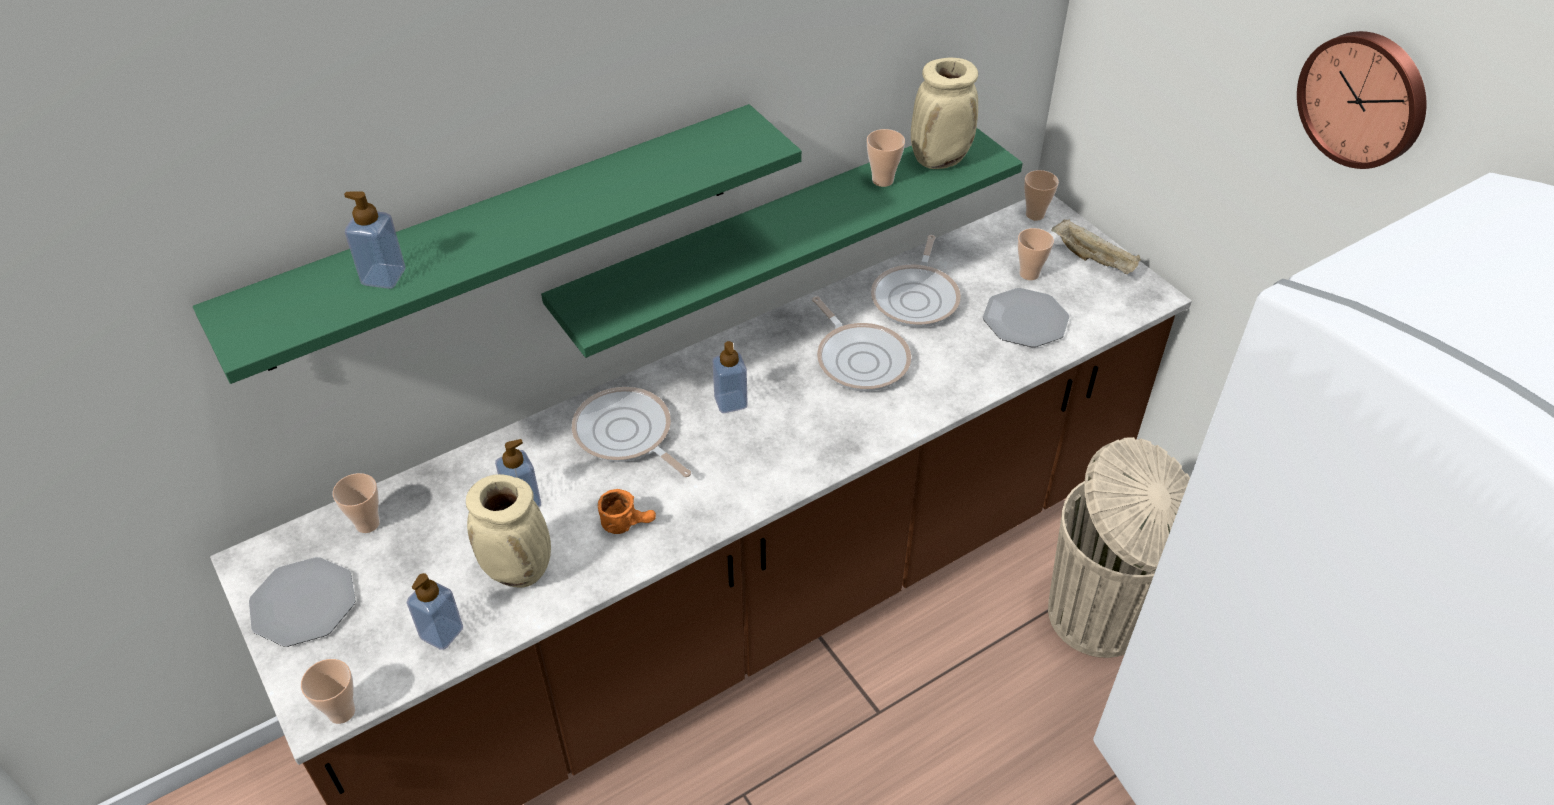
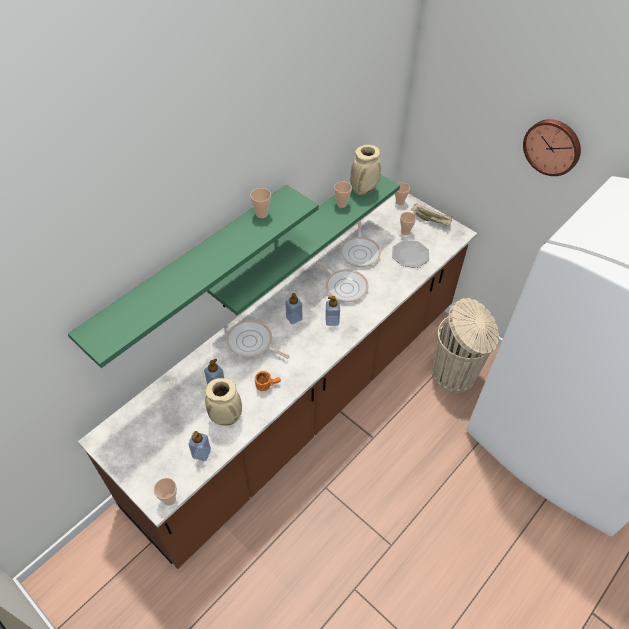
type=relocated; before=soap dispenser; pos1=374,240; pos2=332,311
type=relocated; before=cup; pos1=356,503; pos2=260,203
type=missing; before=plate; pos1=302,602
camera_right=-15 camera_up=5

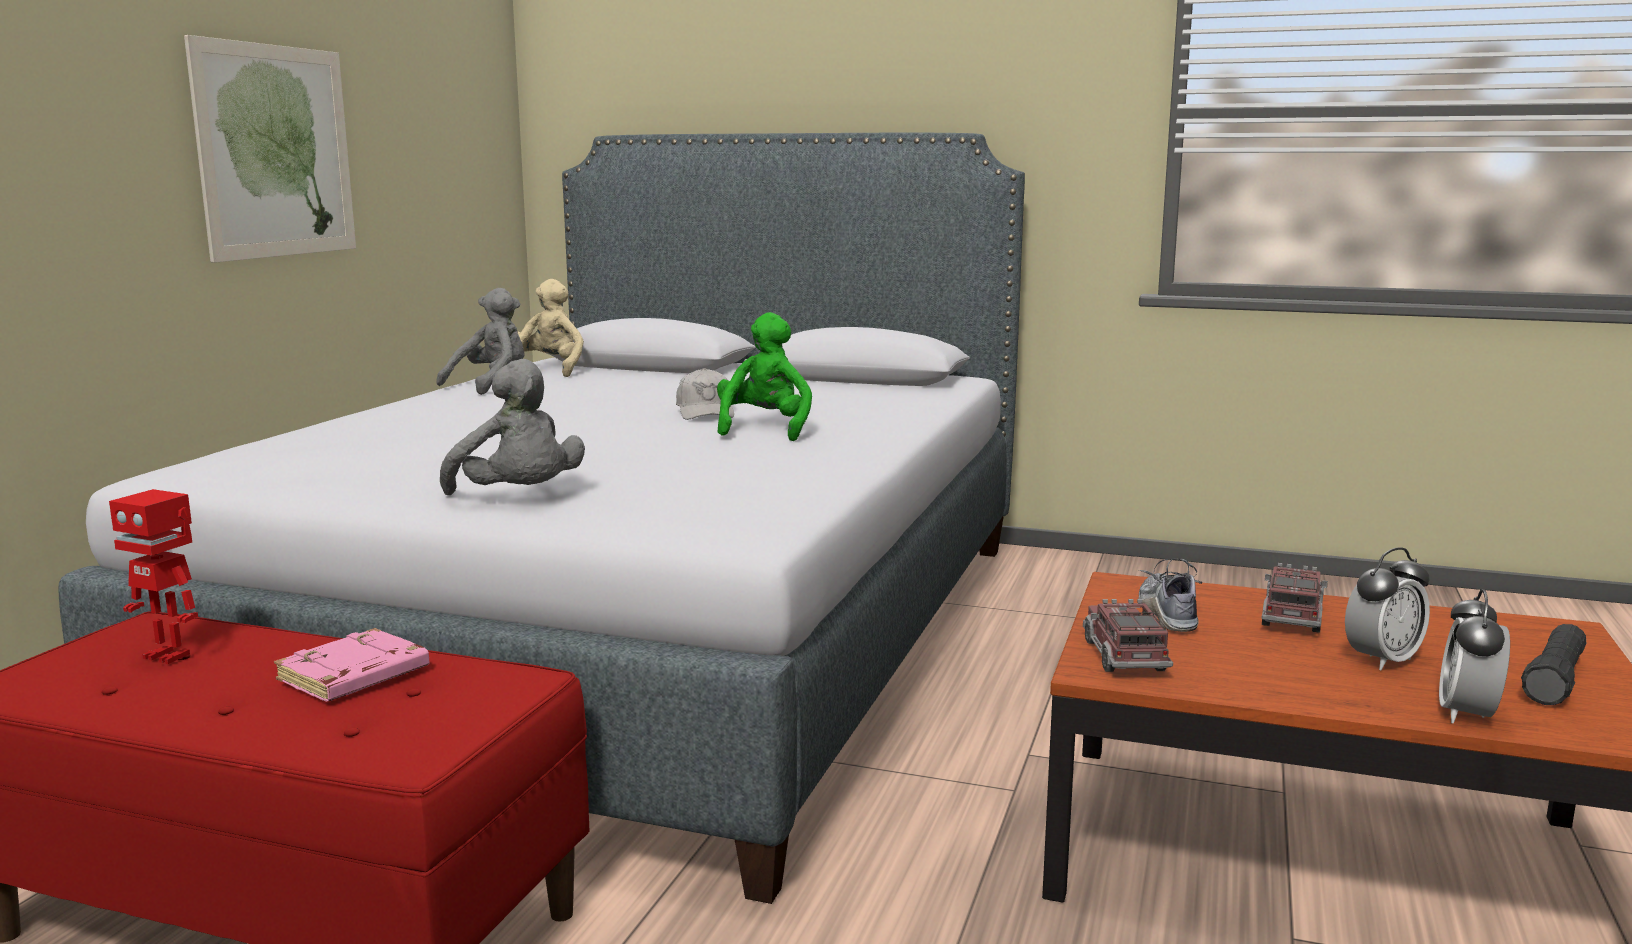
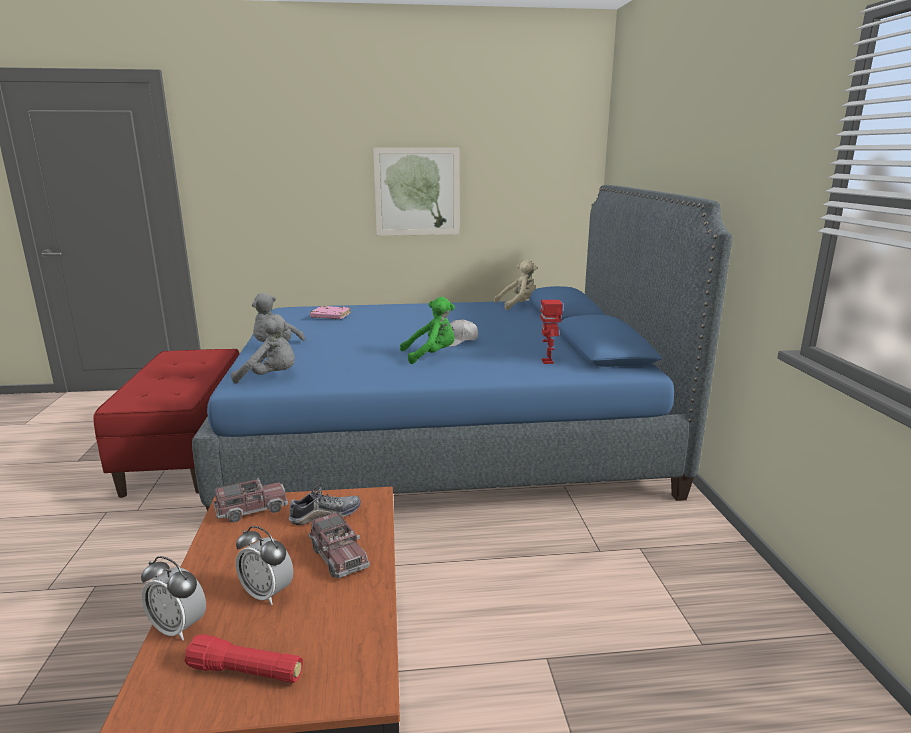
type=colour; before=grey bed; after=blue bed; pos1=541,518; pos2=462,348
type=relocated; before=grey plush toy; pos1=480,341; pos2=263,349
type=relocated; before=toy robot; pos1=153,576; pos2=551,332
type=spun; before=toy truck; pos1=1295,598; pos2=339,544; turn=60
type=spun; before=alarm clock; pos1=1474,656; pos2=173,598; turn=-150
type=colour; before=black flashlight; after=red flashlight; pos1=1554,664; pos2=244,658
type=relocated; before=pink book; pos1=352,665; pos2=330,312
camera_right=65 camera_up=5

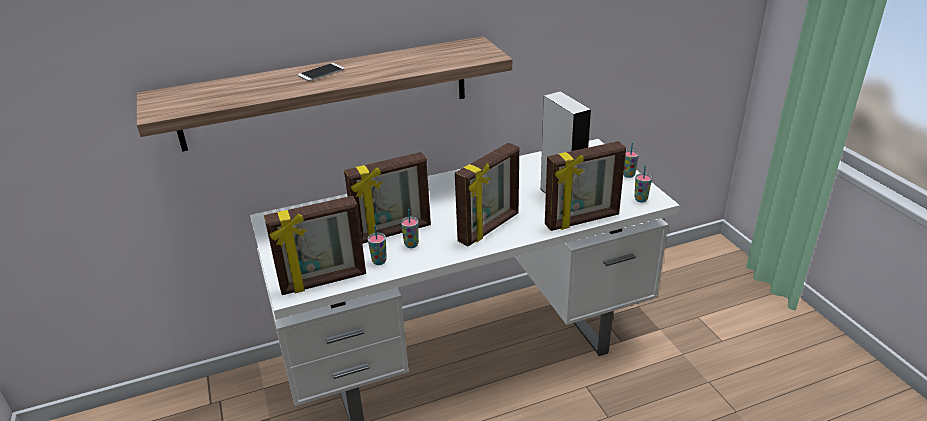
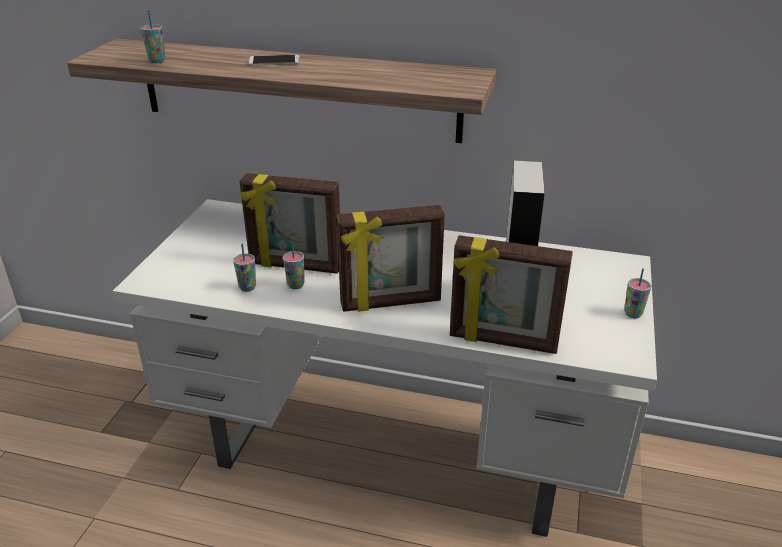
type=relocated; before=cup; pos1=643,184; pos2=153,36
type=missing; before=picture frame; pos1=315,245
camera_right=35 camera_up=0

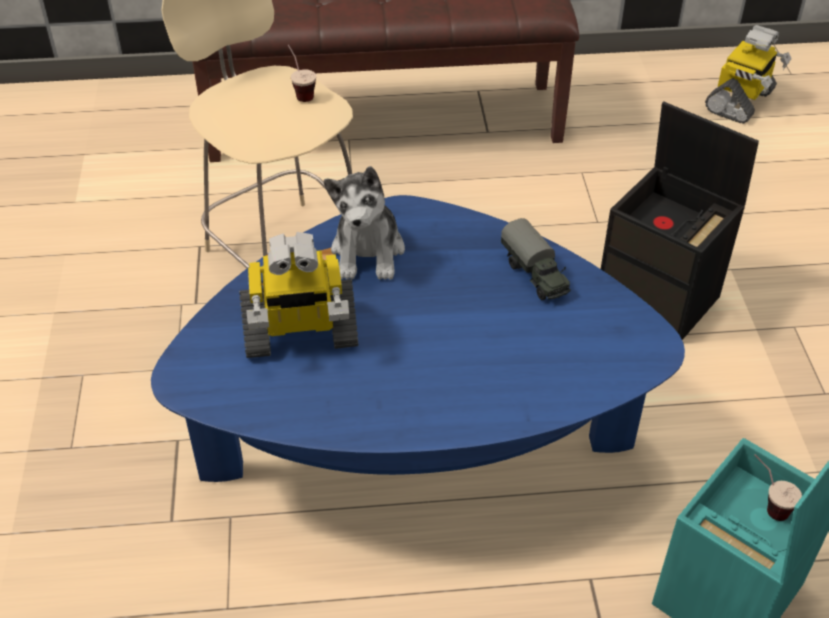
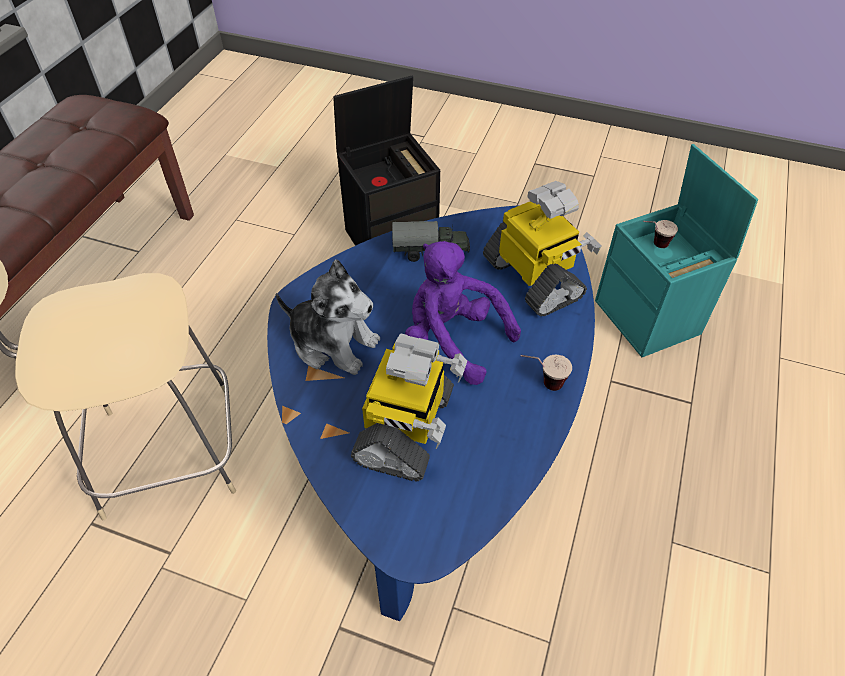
type=relocated; before=toy robot; pos1=748,74; pos2=542,248
type=relocated; before=cup; pos1=302,73; pos2=546,373
type=appeared; after=purple plush toy; pos2=463,313
camera_right=-65 camera_up=5

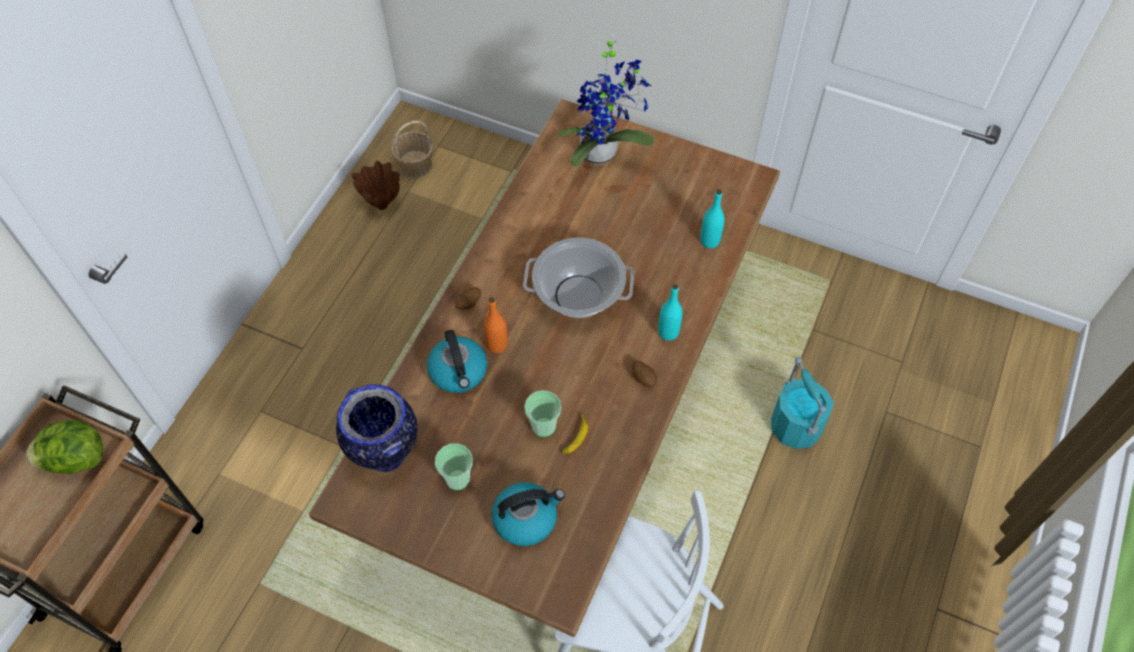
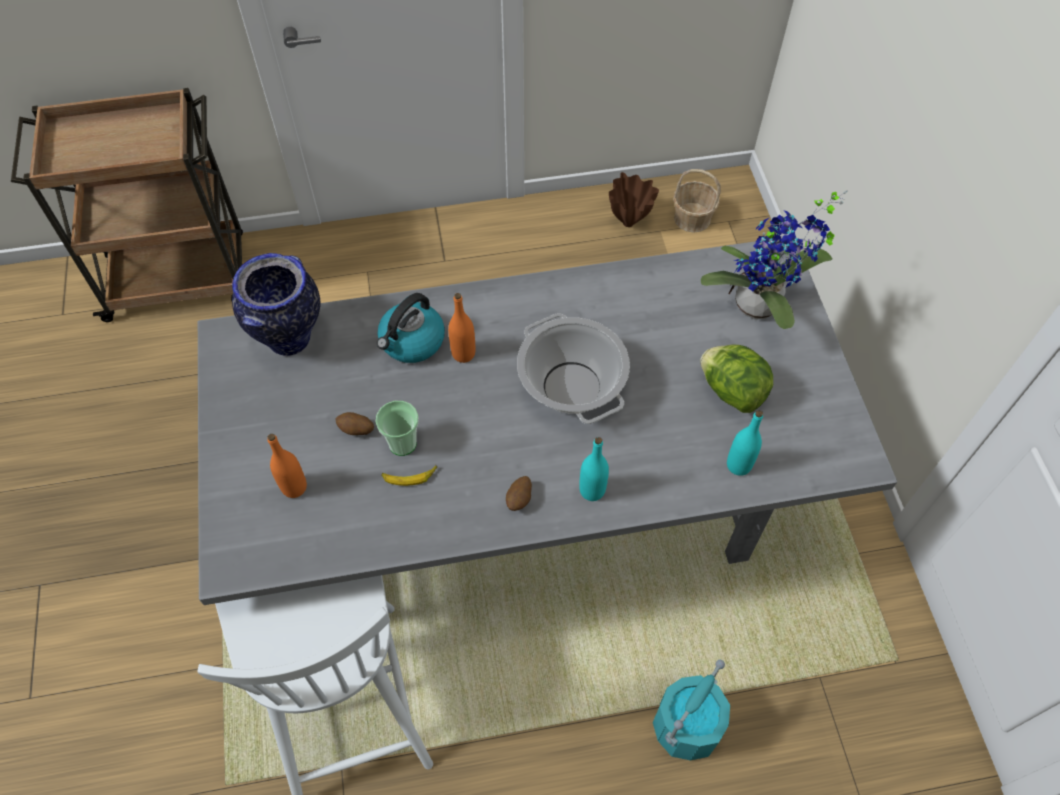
type=colour; before=brown dining table; after=grey dining table; pos1=544,368; pos2=547,421
type=relocated; before=potato; pos1=467,298; pos2=355,423
type=relocated; before=lettuce; pos1=64,447; pos2=736,378
type=missing; before=cup; pos1=454,466
type=exchanged; before=kettle; after=orange bottle; pos1=528,514; pos2=287,466
camera_right=55 camera_up=0

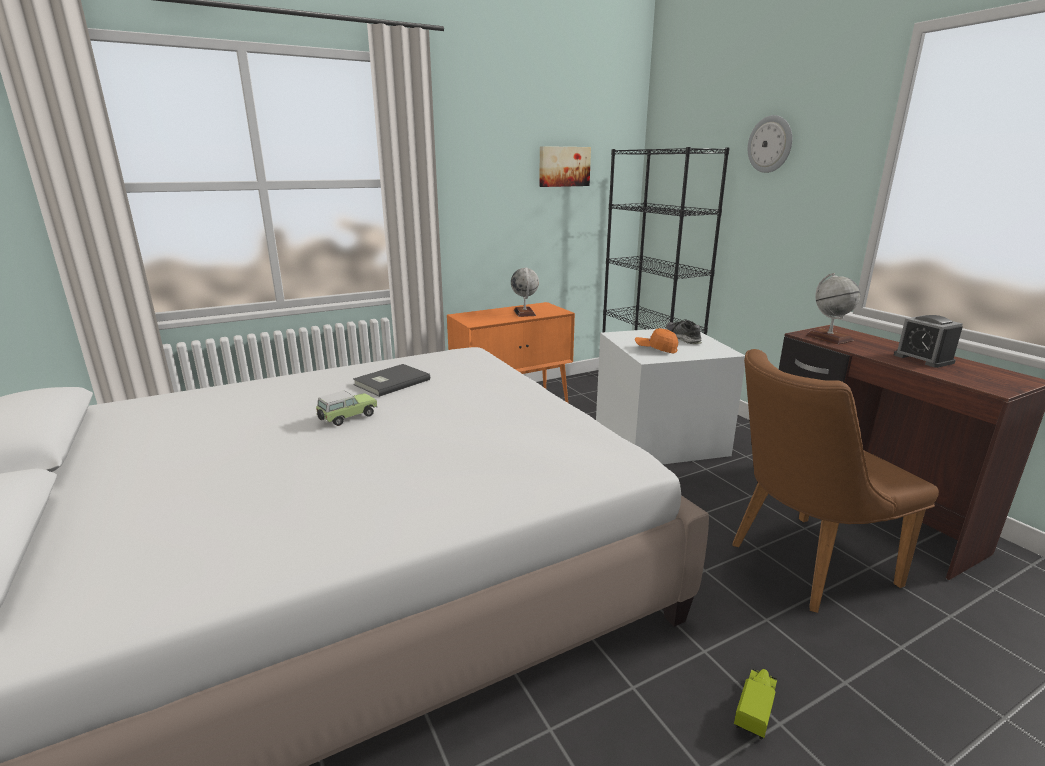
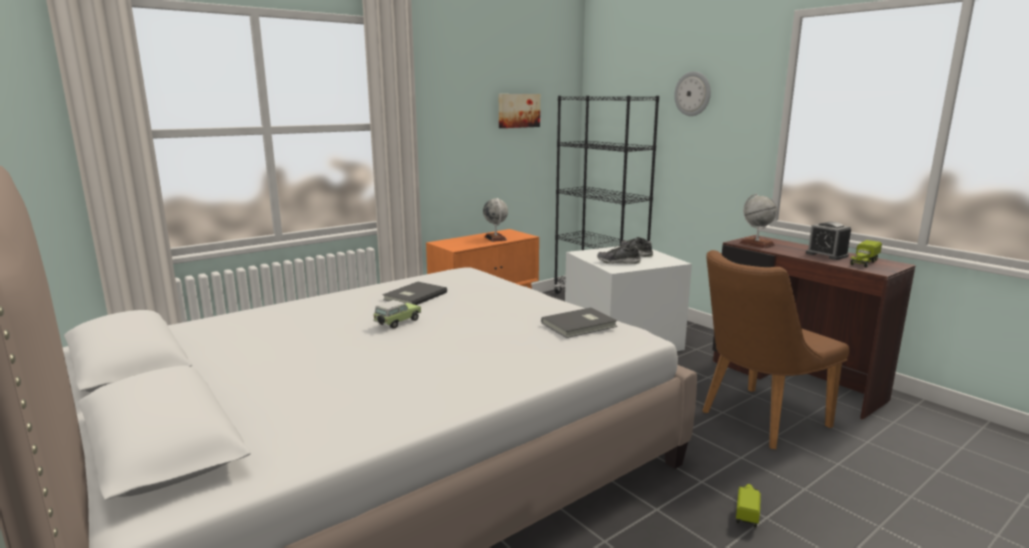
type=exchanged; before=orange cap; after=shoe; pos1=656,341; pos2=619,254
type=appeared; after=toy truck; pos2=866,253
type=appeared; after=grey book; pos2=579,323
camera_right=-10 camera_up=-5

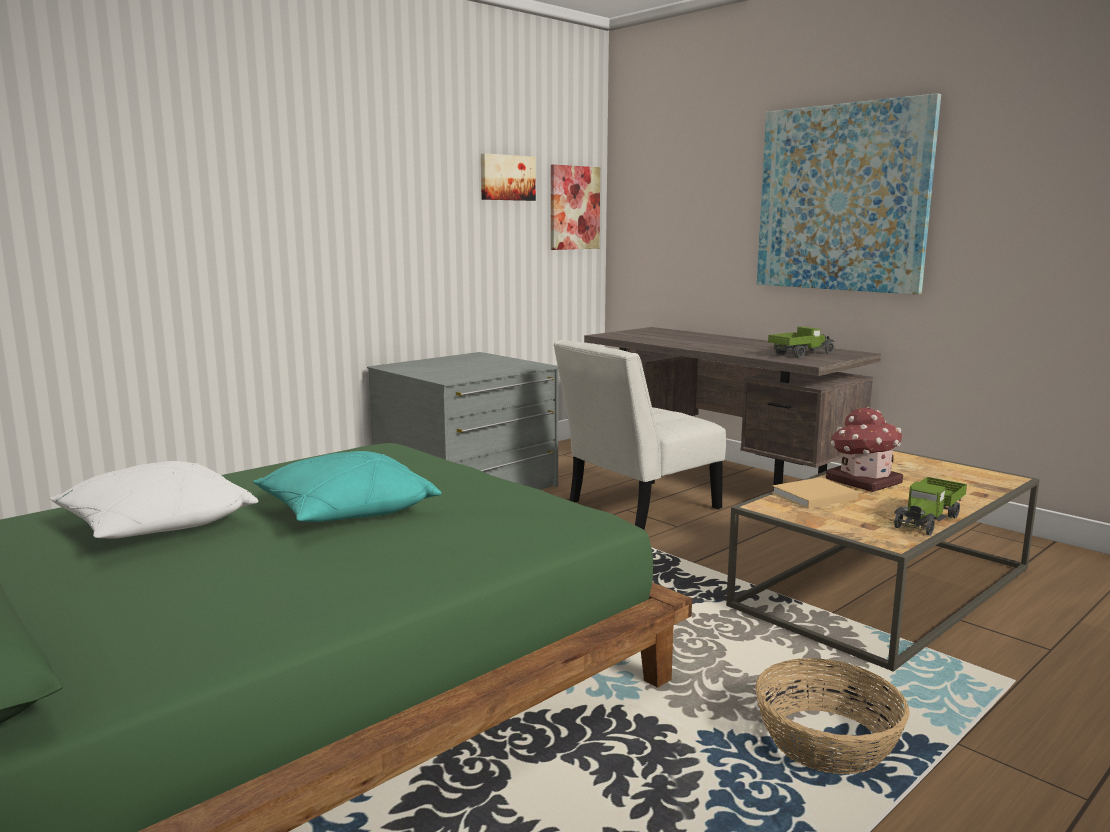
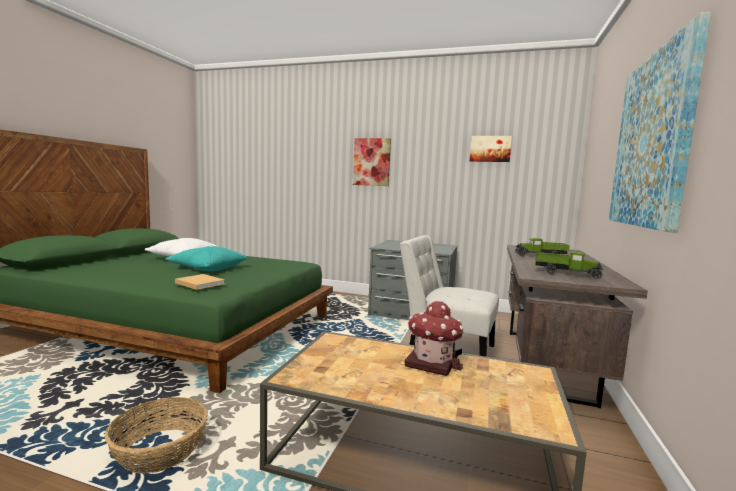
type=relocated; before=picture; pos1=575,207; pos2=372,162
type=relocated; before=beige book; pos1=815,493; pos2=200,282
type=relocated; before=toy truck; pos1=930,506; pos2=542,248
camera_right=60 camera_up=-5

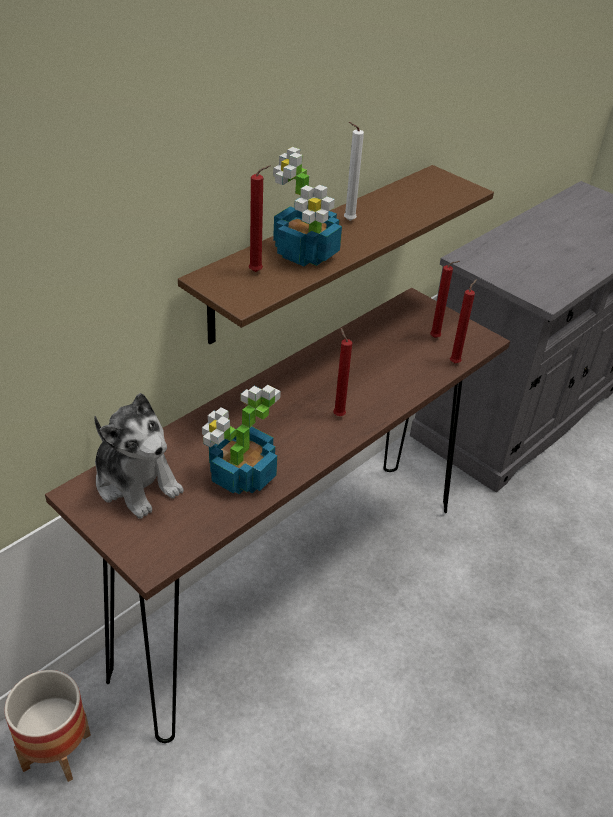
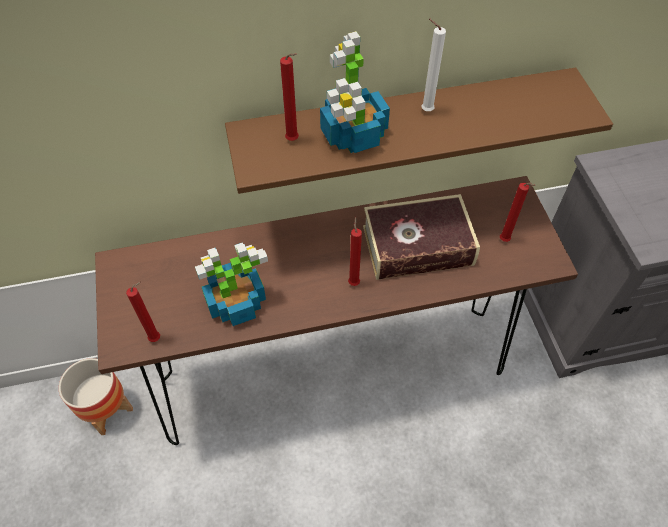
type=relocated; before=red candle; pos1=463,321; pos2=143,312
type=missing; before=plush toy; pos1=139,456
type=appeared; after=book; pos2=421,237
camera_right=35 camera_up=15

